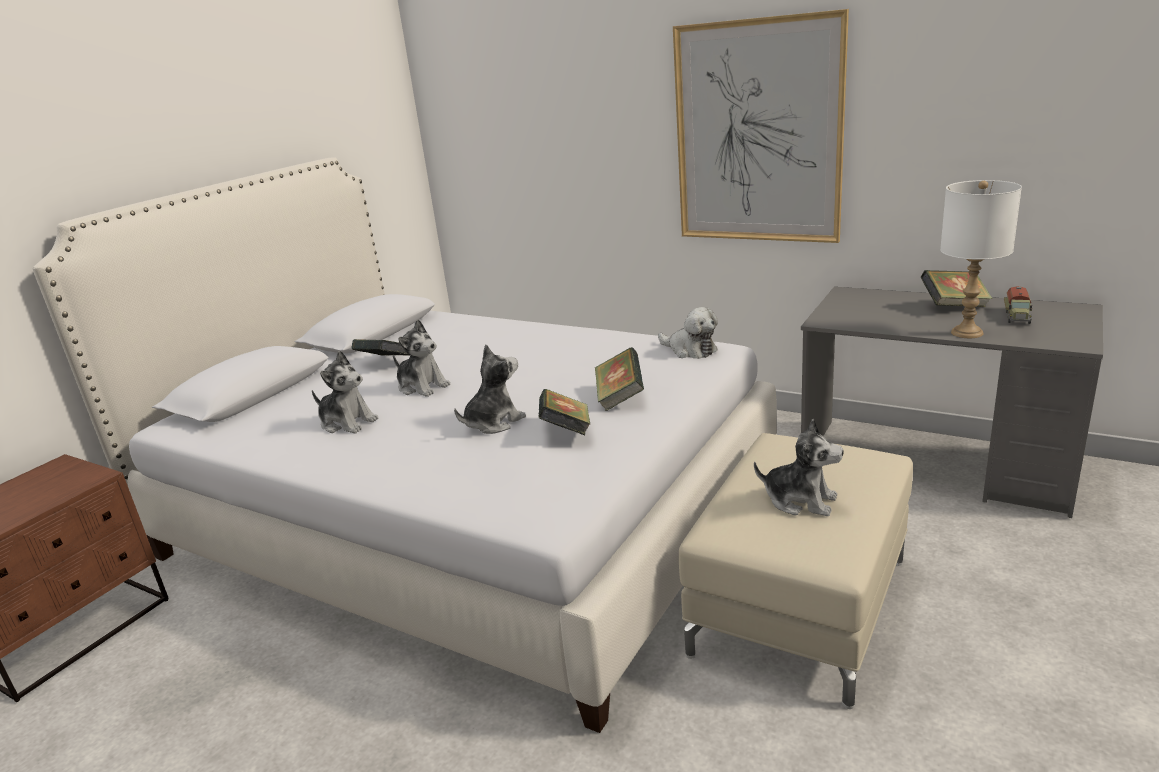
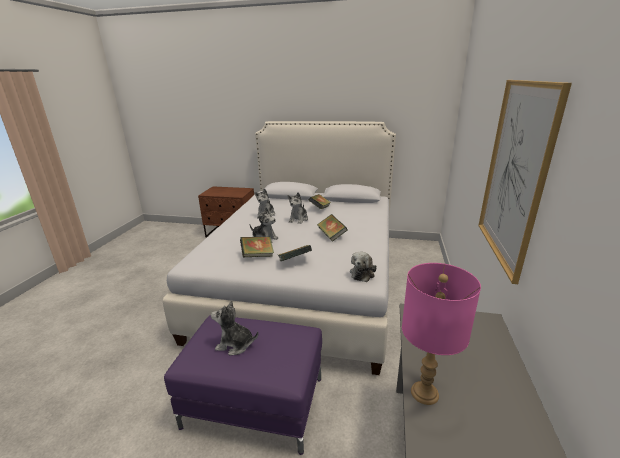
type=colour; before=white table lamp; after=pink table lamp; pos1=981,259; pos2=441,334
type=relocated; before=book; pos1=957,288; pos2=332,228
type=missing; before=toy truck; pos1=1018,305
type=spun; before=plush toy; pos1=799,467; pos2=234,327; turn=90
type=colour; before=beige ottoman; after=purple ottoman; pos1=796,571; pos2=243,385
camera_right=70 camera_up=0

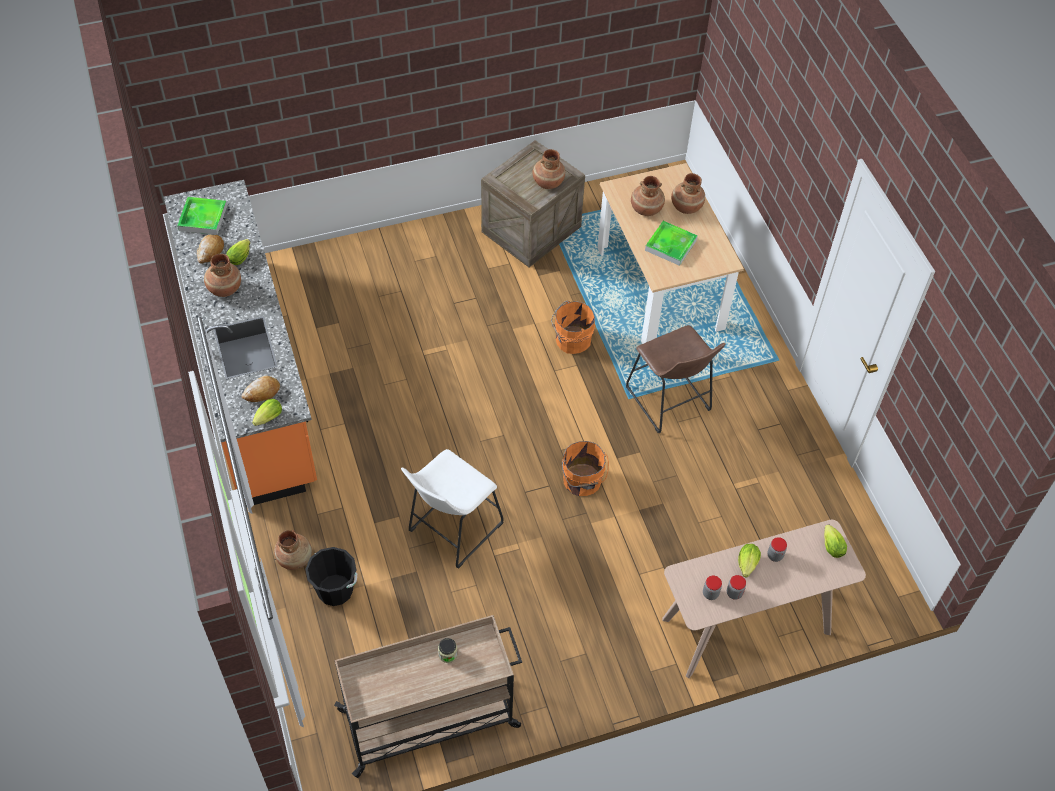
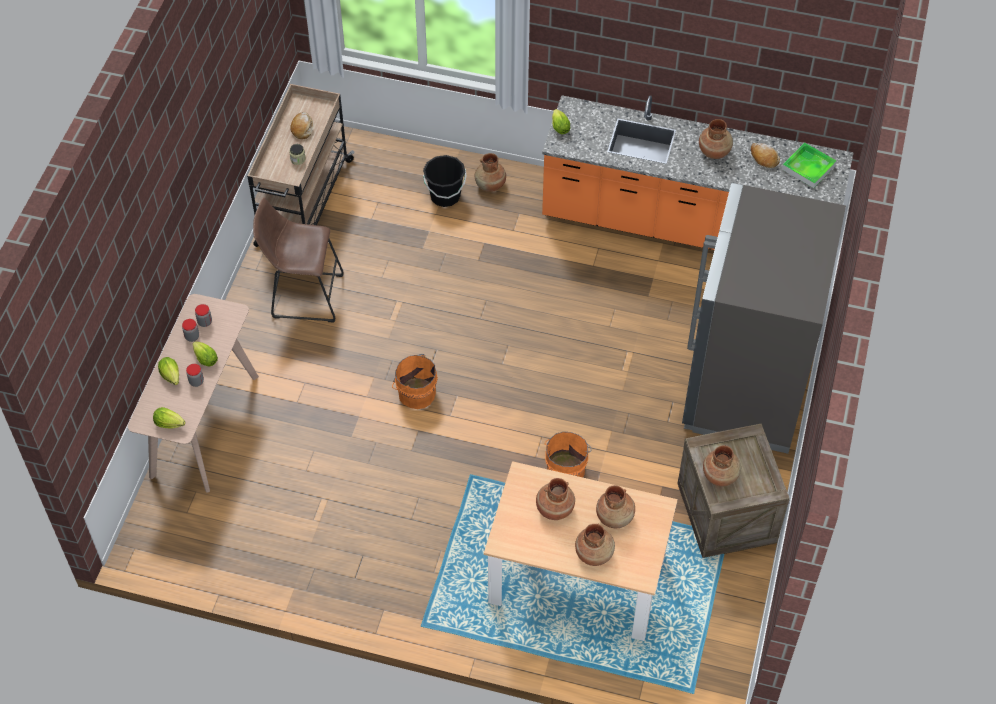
type=exchanged; before=tray; after=brown vase; pos1=671,243; pos2=555,499
type=relocated; before=lettuce; pos1=238,252; pos2=168,371
type=relocated; before=brown stool; pos1=676,379; pos2=298,260
type=relocated; before=bread; pos1=260,389; pos2=302,125
type=missing; before=white stool; pos1=452,509
type=appeared; after=grey fridge; pos2=764,318
camera_right=125 camera_up=0

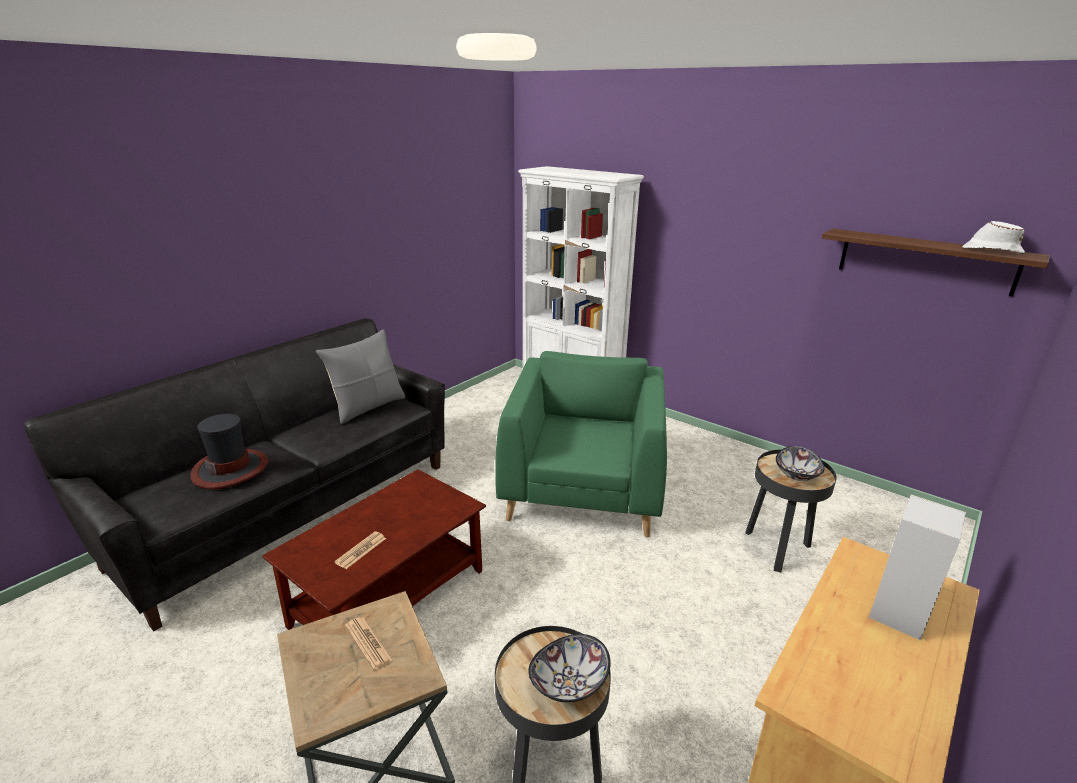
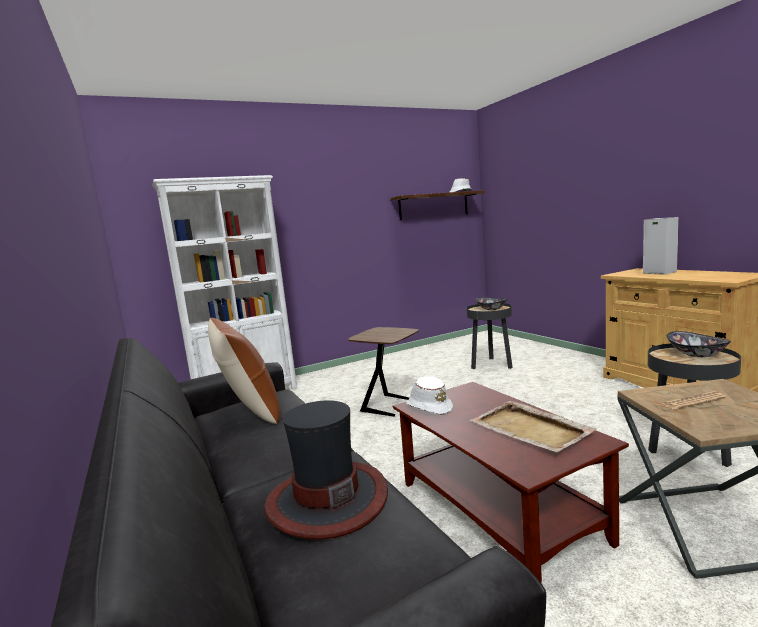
type=colour; before=grey pillow; after=brown pillow; pos1=360,376; pos2=244,371
type=exchanged; before=green armchair; after=brown side table; pos1=581,444; pos2=383,372
type=exchanged; before=newspaper; after=beige tray; pos1=360,550; pos2=533,427
type=appeared; after=white hat; pos2=429,395
camera_right=-65 camera_up=-15

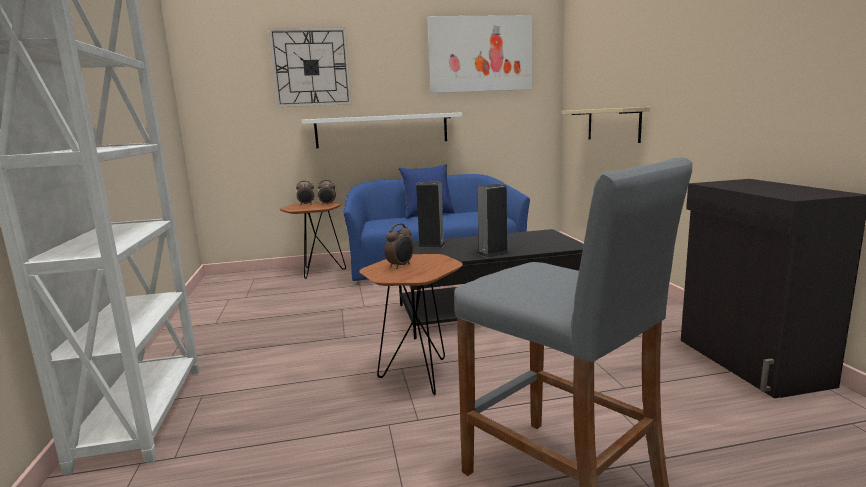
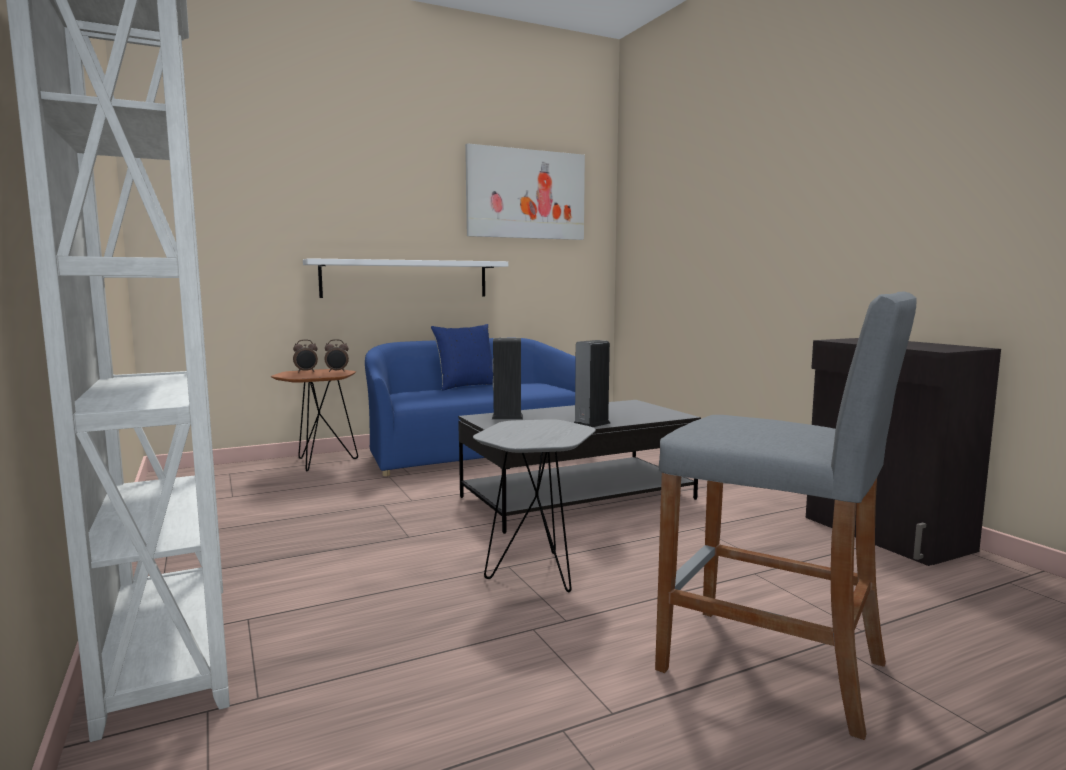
type=missing; before=wall clock; pos1=310,67
type=missing; before=beige shelf; pos1=606,125
type=missing; before=alarm clock; pos1=399,246
type=colour; before=brown side table; after=grey side table; pos1=411,324; pos2=534,505
camera_right=-15 camera_up=-5

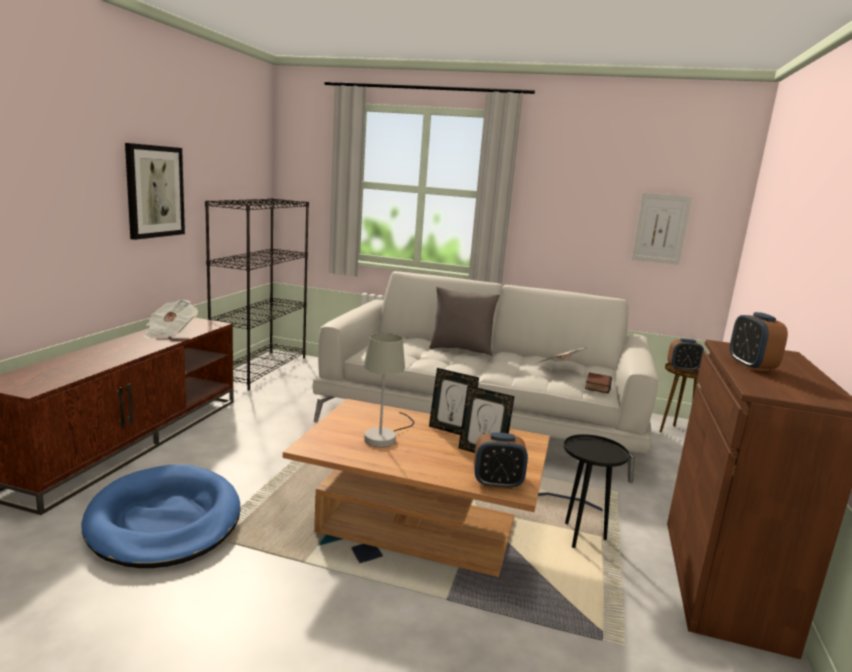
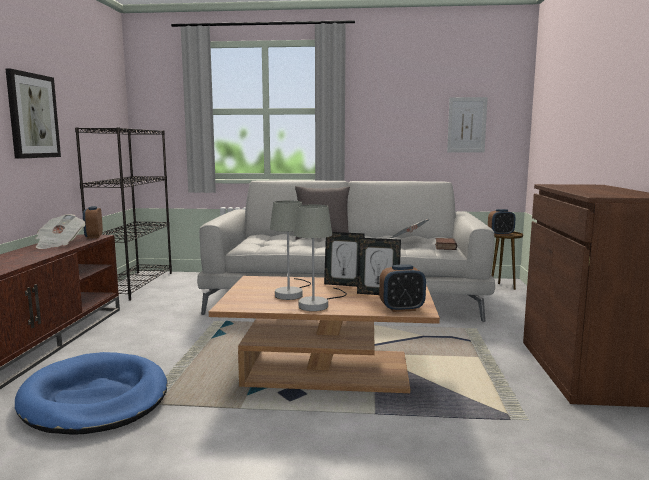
type=relocated; before=alarm clock; pos1=759,341; pos2=93,222
type=missing; before=black side table; pos1=597,491
type=appeared; after=grey table lamp; pos2=320,258
camera_right=-10 camera_up=-5

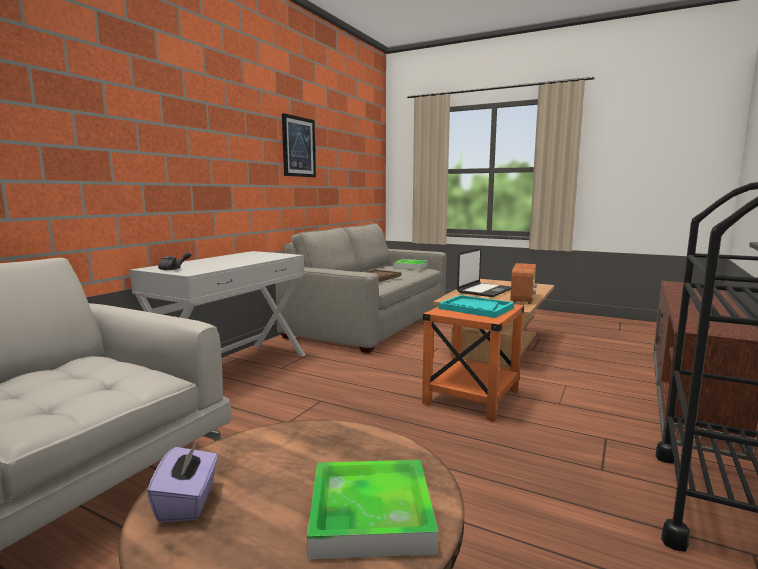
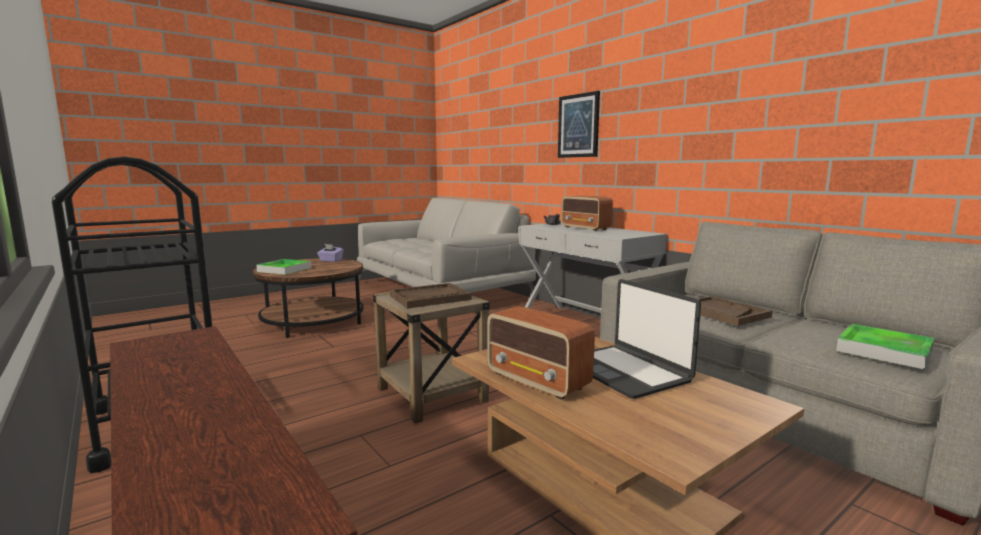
type=relocated; before=picture; pos1=299,145; pos2=579,124
type=colour; before=turquoise tray; after=brown tray; pos1=476,306; pos2=431,296
type=colour; before=orange side table; after=beige side table; pos1=473,363; pos2=431,357
type=appeared; after=radio; pos2=587,213
camera_right=115 camera_up=0

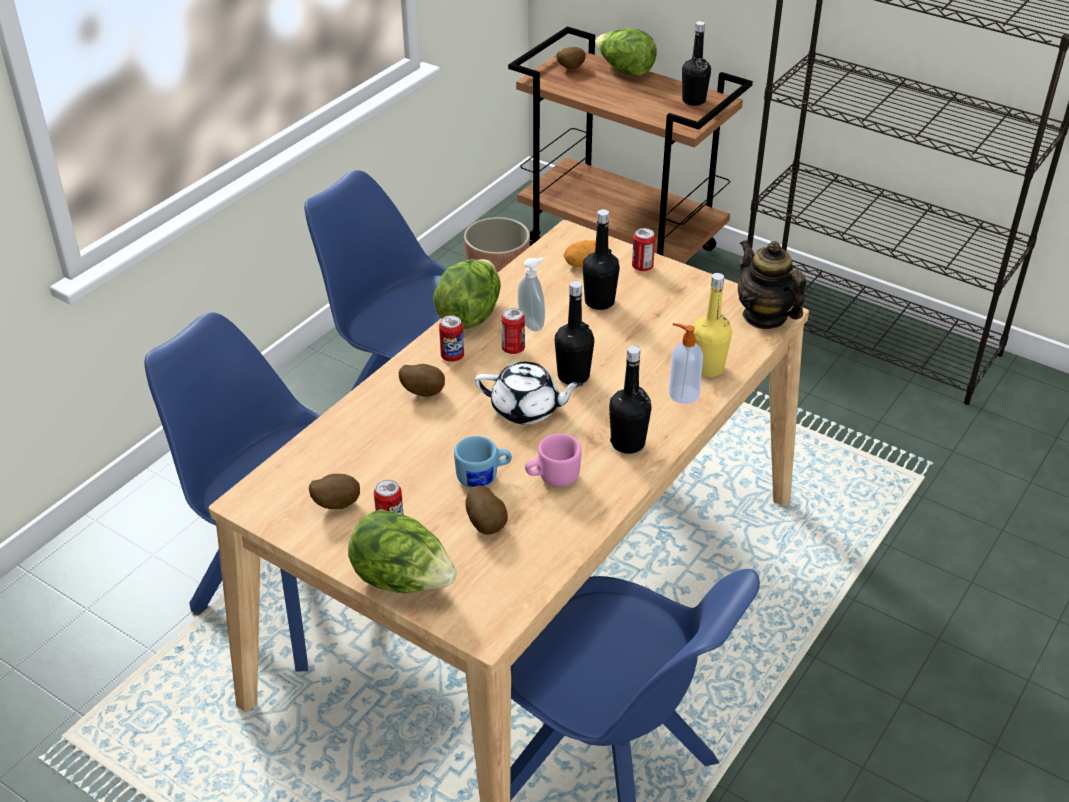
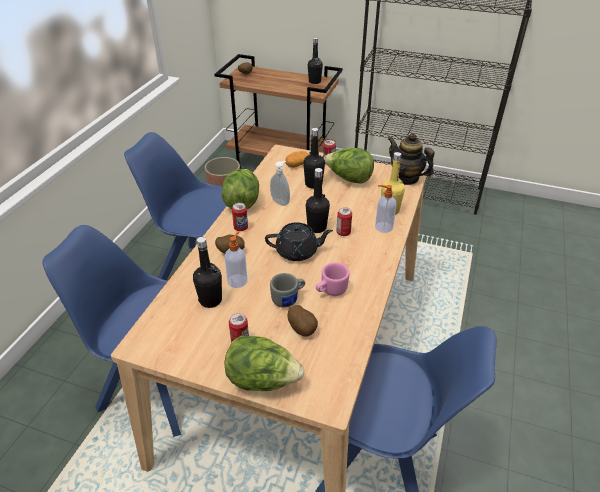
type=relocated; before=lettuce; pos1=626,52; pos2=349,166
type=relocated; before=can; pos1=513,331; pos2=344,221
type=relocated; before=black bottle; pos1=630,399; pos2=207,272
type=colour; before=white teapot; after=black teapot; pos1=529,393; pos2=299,241
type=colour; before=blue mug; after=grey mug; pos1=483,462; pos2=287,290
type=missing; before=potato; pos1=334,491
type=appeared; after=soap dispenser; pos2=236,259
camera_right=-15 camera_up=0

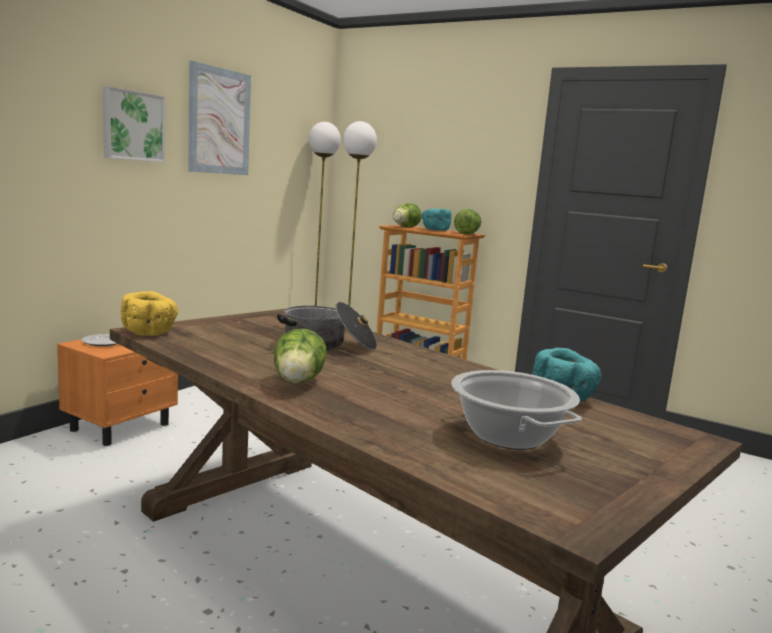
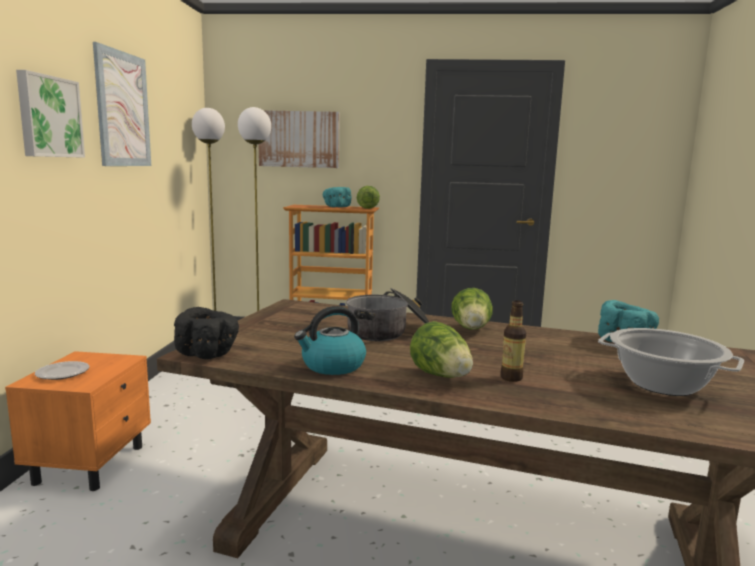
type=relocated; before=lettuce; pos1=407,215; pos2=472,309
type=colour; before=yellow bowl; after=black bowl; pos1=149,313; pos2=206,333
type=appeared; after=picture; pos2=299,139
type=appeared; after=bottle; pos2=513,341
type=appeared; after=kettle; pos2=330,340
camera_right=-25 camera_up=0

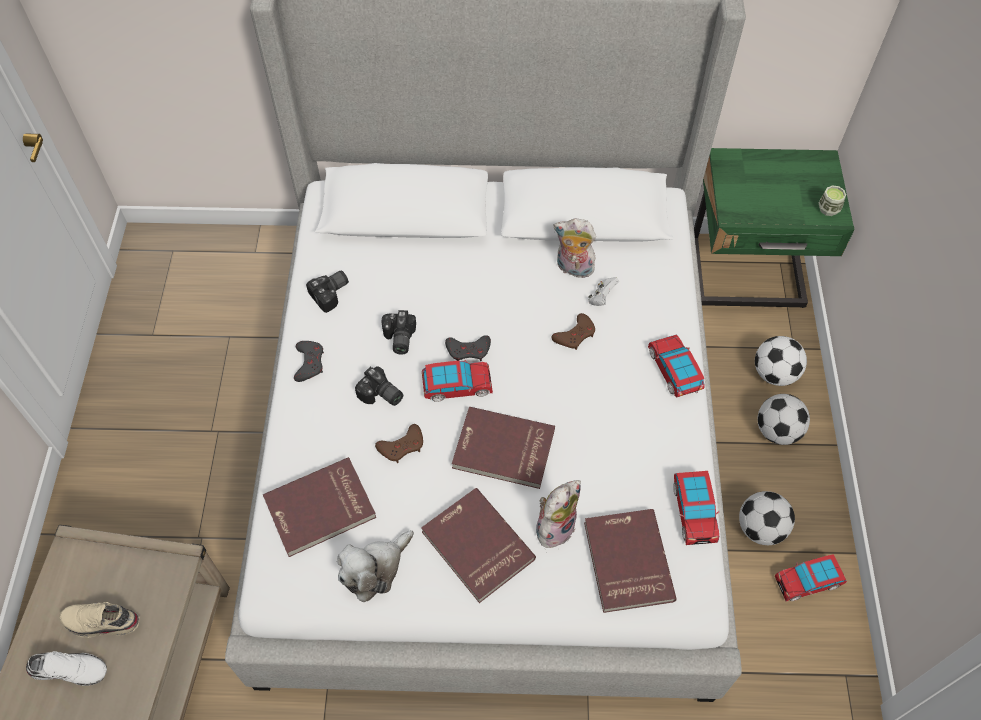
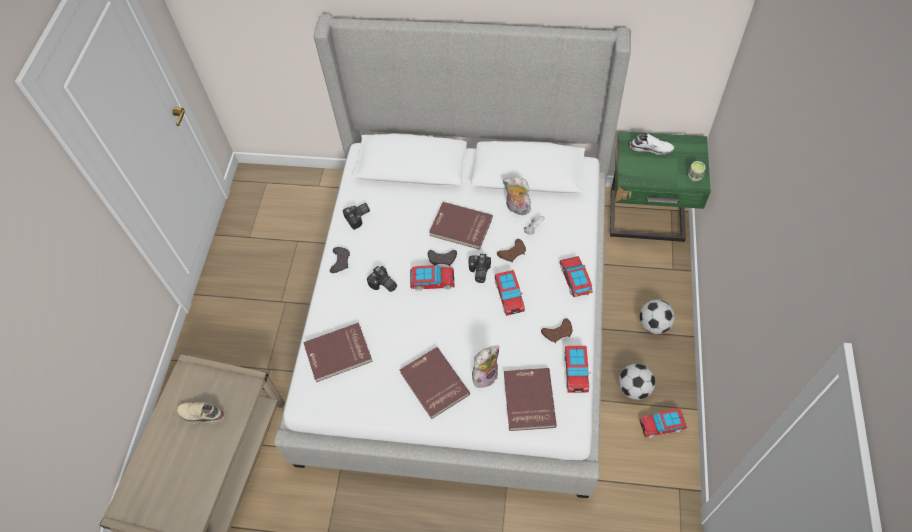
type=relocated; before=photo camera; pos1=398,332; pos2=479,268
type=missing; before=football; pos1=781,361
type=relocated; before=red book; pos1=503,448; pos2=461,226
type=relocated; before=brown game controller; pos1=399,443; pos2=557,330
type=missing; before=plush toy; pos1=375,566
type=relocated; before=white shoe; pos1=66,668; pos2=652,144
type=appeared; after=toy car; pos2=510,293
camera_right=10 camera_up=0

